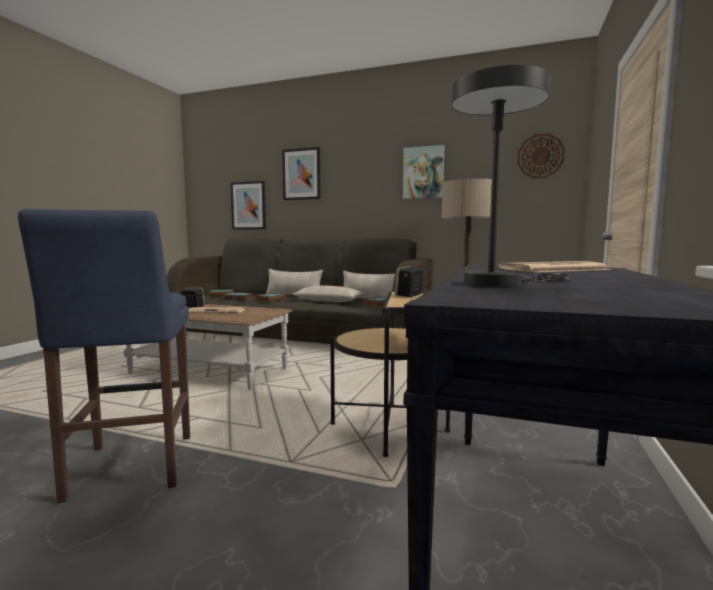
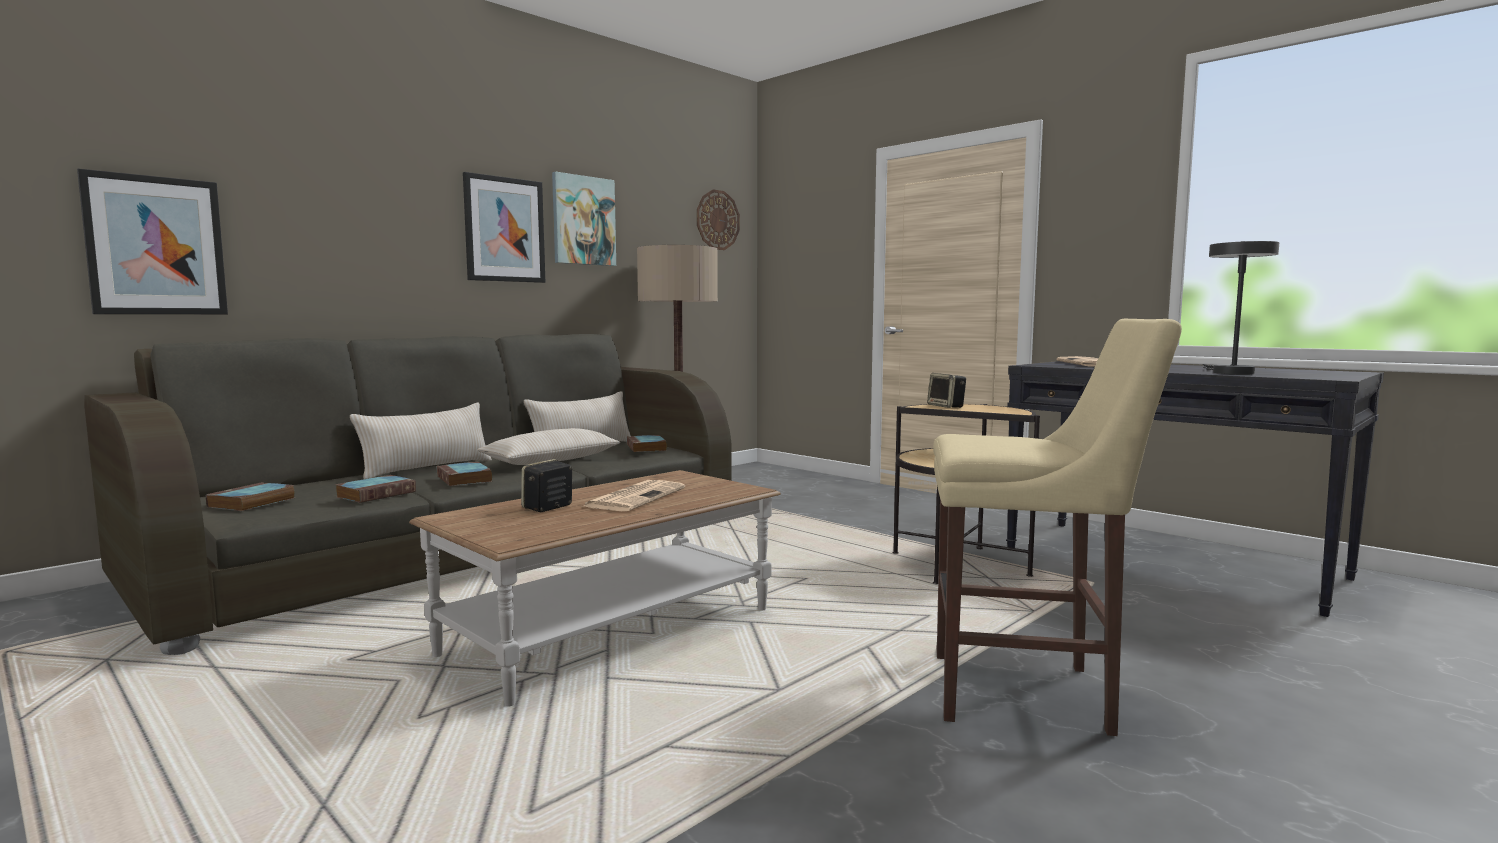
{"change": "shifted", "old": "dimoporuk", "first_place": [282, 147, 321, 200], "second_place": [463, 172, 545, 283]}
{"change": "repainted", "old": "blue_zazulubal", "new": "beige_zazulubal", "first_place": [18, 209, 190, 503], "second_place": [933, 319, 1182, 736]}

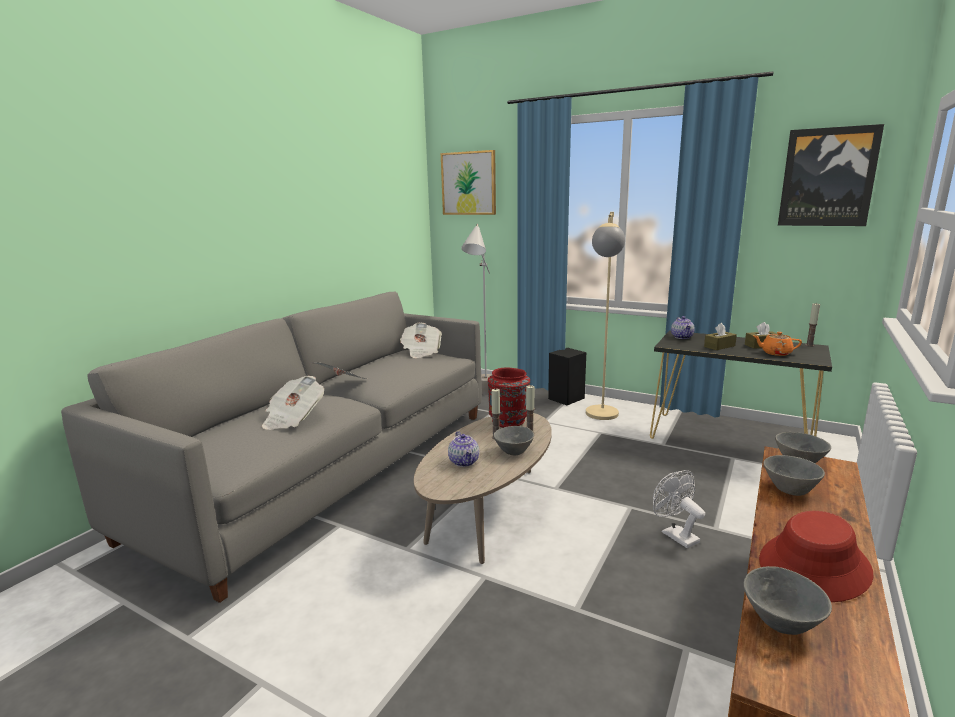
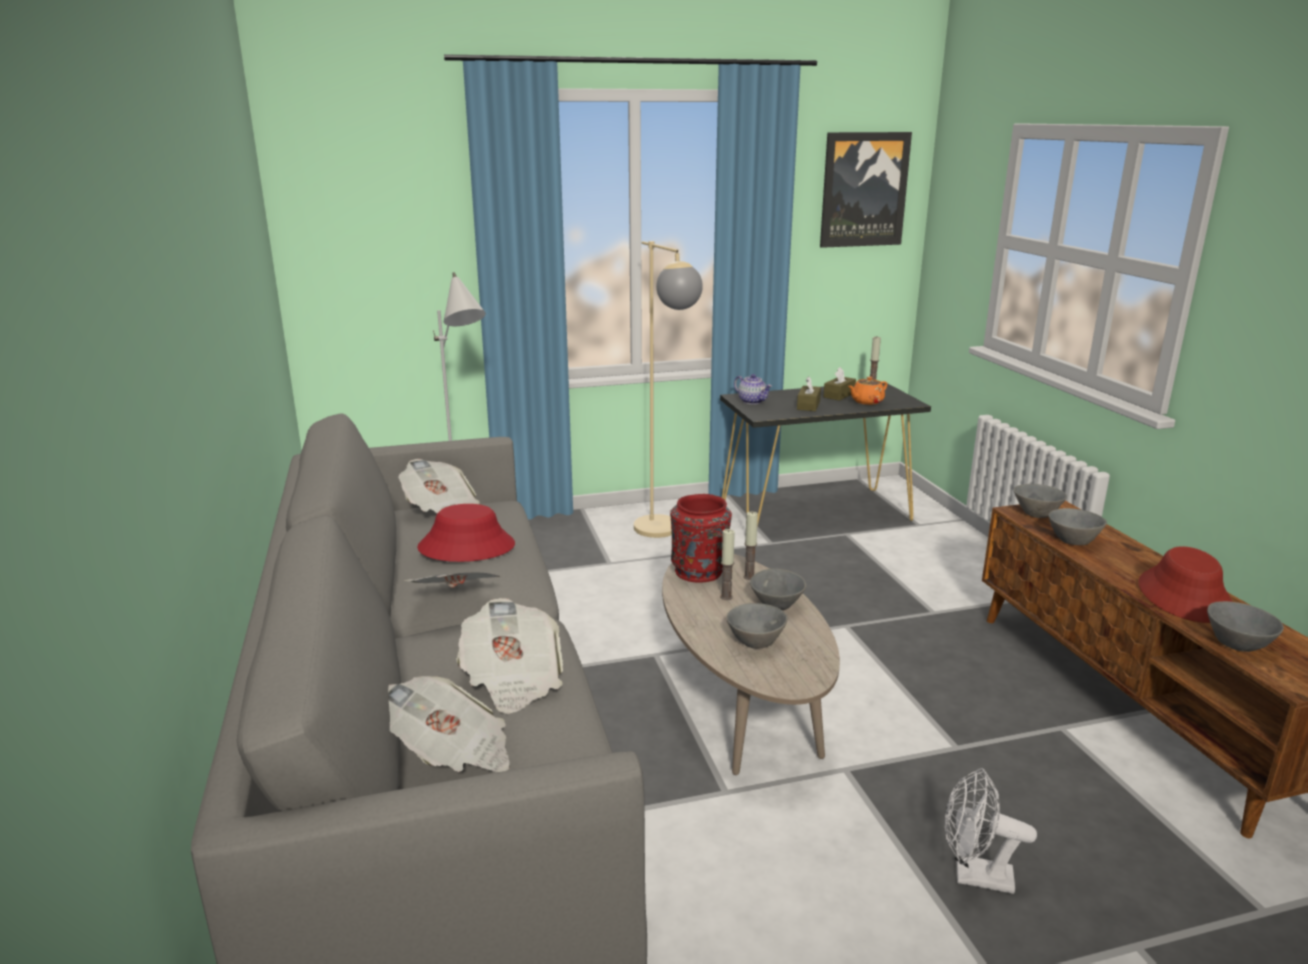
{"change": "gone", "old": "dimoporuk", "first_place": [441, 150, 496, 215]}
{"change": "gone", "old": "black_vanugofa", "first_place": [548, 348, 586, 405]}
{"change": "swapped", "old": "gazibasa", "new": "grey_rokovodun", "first_place": [448, 431, 479, 467], "second_place": [727, 603, 788, 649]}
{"change": "shifted", "old": "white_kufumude", "first_place": [653, 470, 705, 548], "second_place": [945, 768, 1037, 894]}
{"change": "new", "new": "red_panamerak", "second_place": [417, 504, 515, 562]}
{"change": "new", "new": "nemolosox", "second_place": [388, 676, 509, 772]}

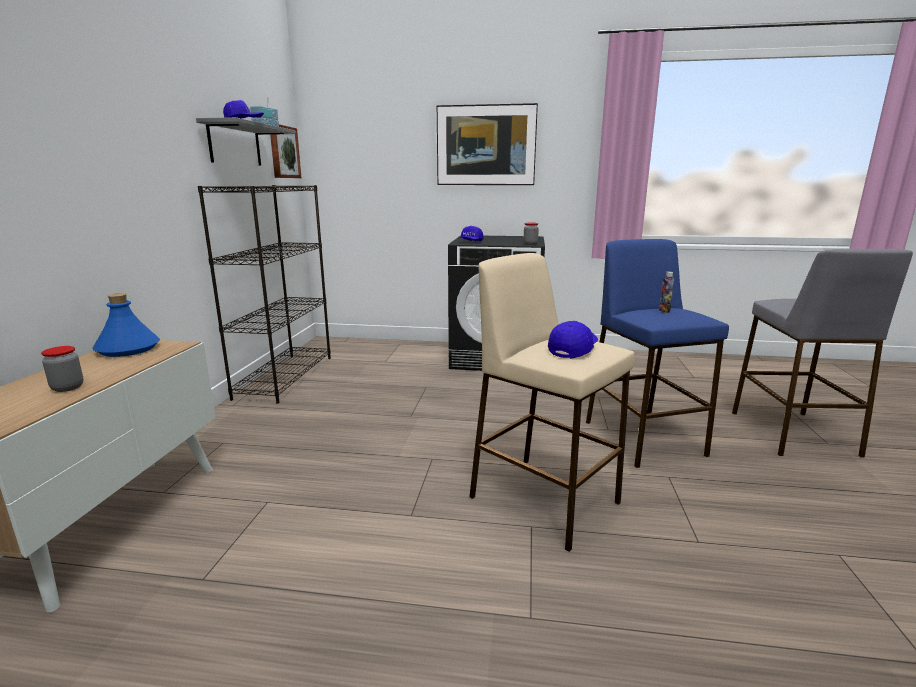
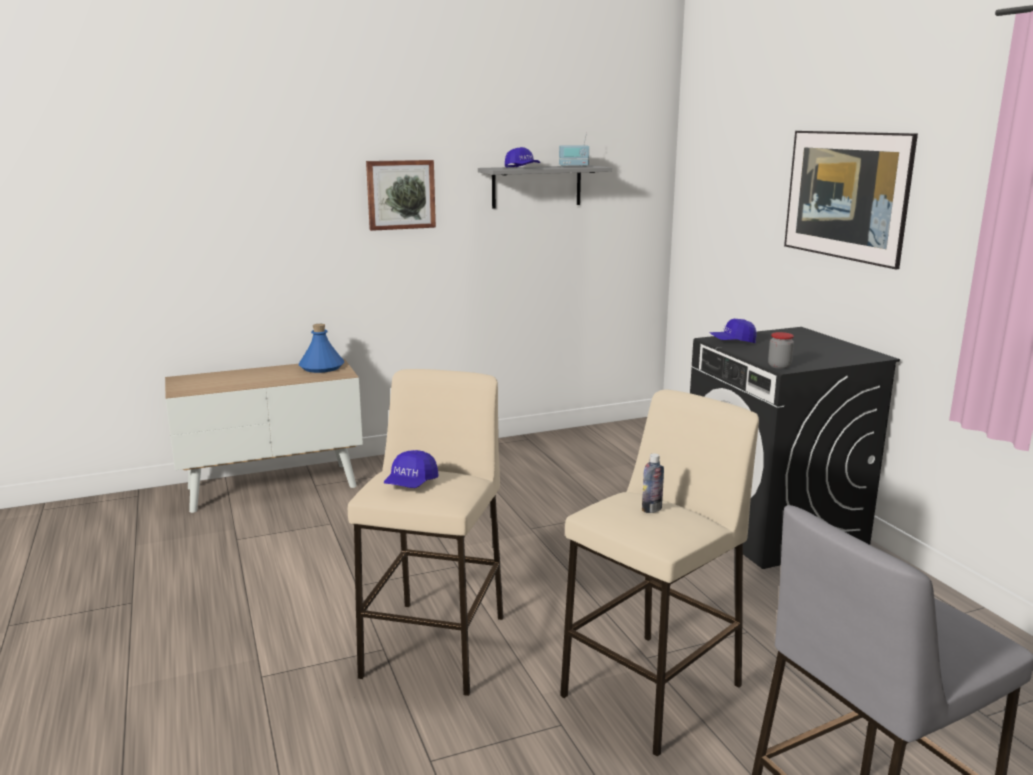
{"change": "shifted", "old": "dimoporuk", "first_place": [270, 124, 301, 178], "second_place": [366, 160, 436, 231]}
{"change": "gone", "old": "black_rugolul", "first_place": [198, 185, 331, 404]}
{"change": "repainted", "old": "blue_zazulubal", "new": "beige_zazulubal", "first_place": [586, 239, 729, 468], "second_place": [560, 389, 759, 757]}
{"change": "rotated", "old": "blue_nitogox", "first_place": [548, 321, 598, 359], "second_place": [383, 450, 439, 488], "degrees": 105}
{"change": "gone", "old": "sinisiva", "first_place": [41, 346, 83, 392]}

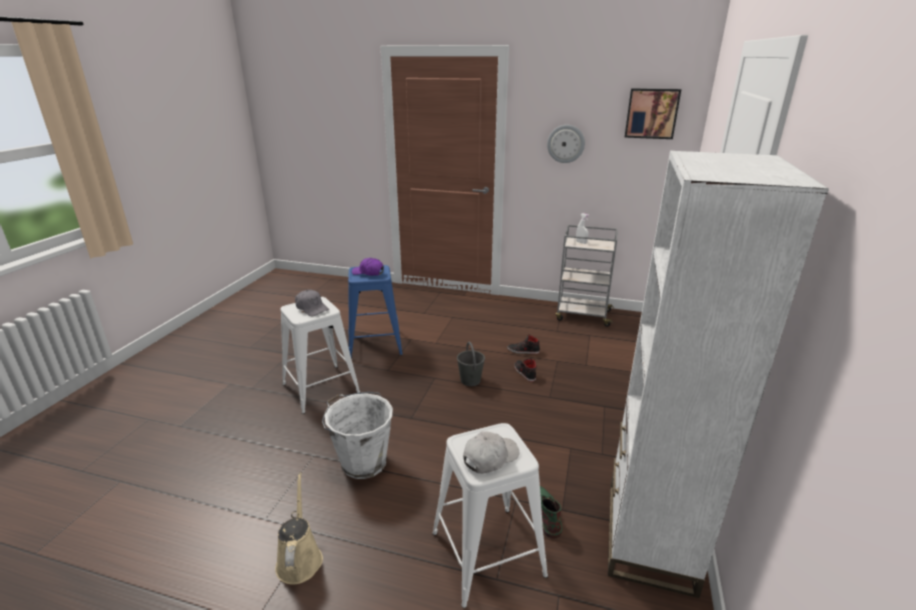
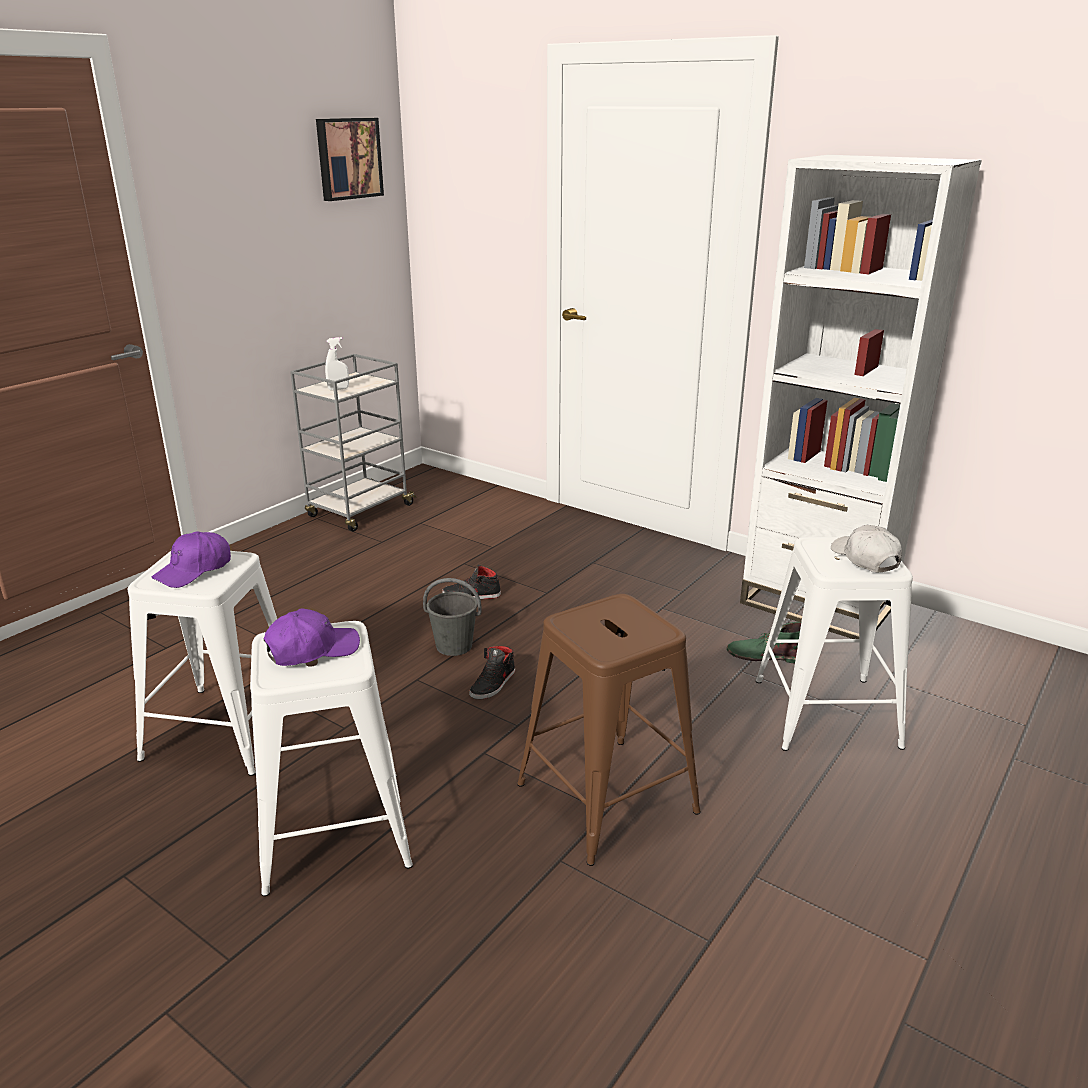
{"change": "gone", "old": "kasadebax", "first_place": [547, 125, 585, 163]}
{"change": "repainted", "old": "blue_zazulubal", "new": "white_zazulubal", "first_place": [348, 265, 403, 359], "second_place": [127, 551, 277, 776]}
{"change": "repainted", "old": "grey_nitogox", "new": "purple_nitogox", "first_place": [295, 290, 329, 316], "second_place": [264, 608, 360, 666]}
{"change": "shifted", "old": "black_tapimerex", "first_place": [507, 334, 540, 354], "second_place": [469, 646, 515, 700]}
{"change": "swapped", "old": "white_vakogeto", "new": "brown_zazulubal", "first_place": [322, 392, 393, 479], "second_place": [517, 594, 701, 866]}
{"change": "gone", "old": "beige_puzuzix", "first_place": [275, 472, 323, 585]}

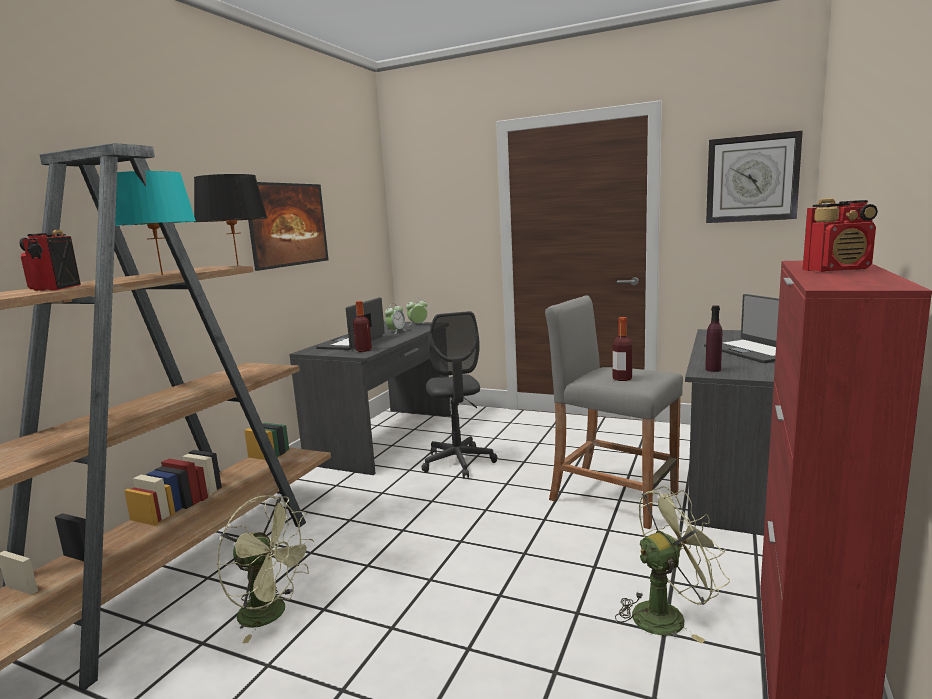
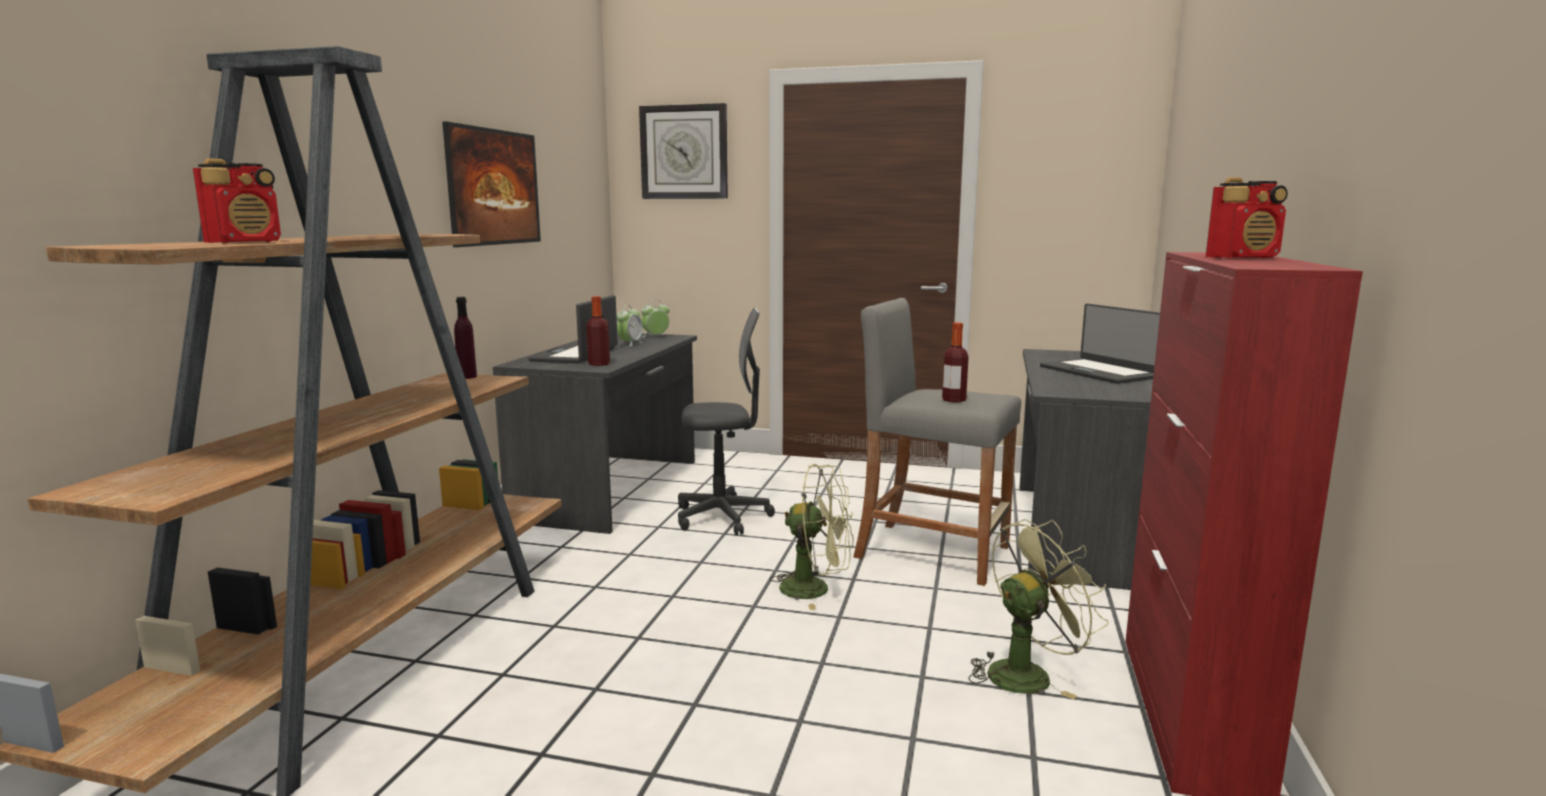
{"change": "shifted", "old": "kasadebax", "first_place": [706, 131, 803, 223], "second_place": [639, 103, 728, 199]}
{"change": "gone", "old": "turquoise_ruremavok", "first_place": [115, 171, 196, 275]}
{"change": "gone", "old": "black_ruremavok", "first_place": [194, 174, 267, 266]}
{"change": "rotated", "old": "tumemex", "first_place": [20, 230, 81, 291], "second_place": [193, 158, 281, 243], "degrees": -135}
{"change": "shifted", "old": "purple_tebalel", "first_place": [705, 305, 722, 372], "second_place": [454, 297, 477, 379]}
{"change": "rotated", "old": "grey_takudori", "first_place": [421, 311, 497, 478], "second_place": [678, 308, 775, 535], "degrees": -75}
{"change": "shifted", "old": "green_kufumude", "first_place": [217, 496, 314, 643], "second_place": [769, 464, 853, 610]}

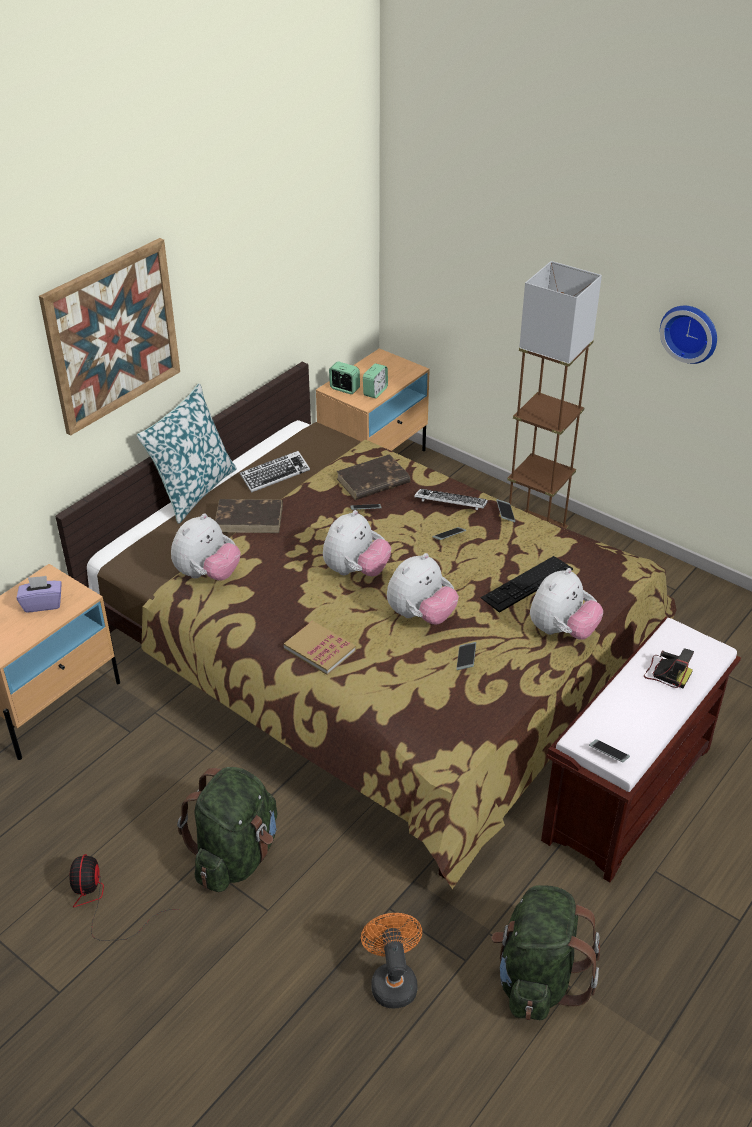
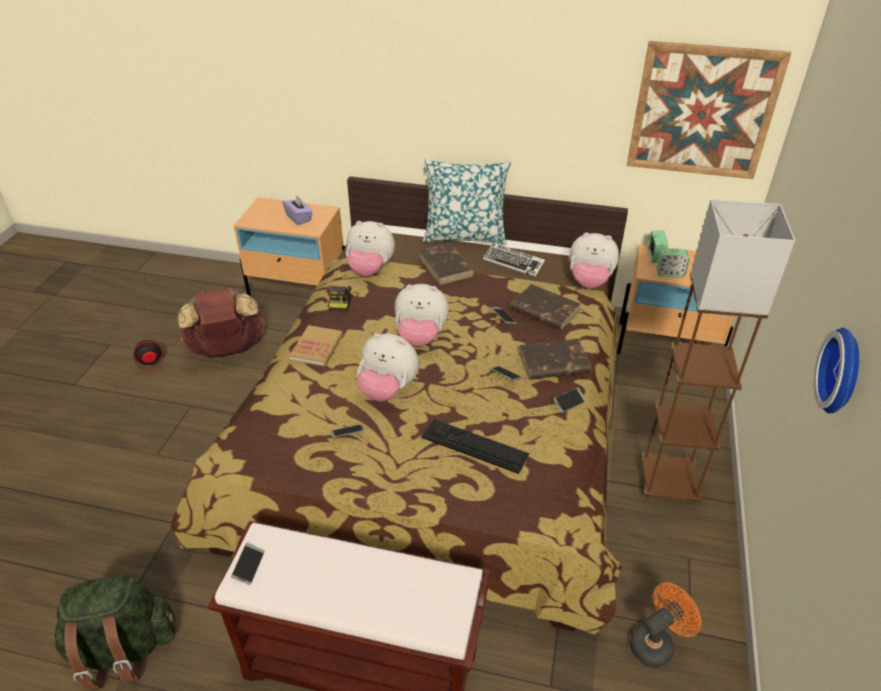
{"change": "shifted", "old": "dimoporuk", "first_place": [39, 238, 180, 436], "second_place": [627, 41, 791, 179]}
{"change": "swapped", "old": "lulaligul", "new": "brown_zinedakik", "first_place": [414, 489, 488, 510], "second_place": [518, 339, 592, 380]}
{"change": "shifted", "old": "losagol", "first_place": [530, 568, 603, 640], "second_place": [569, 232, 619, 289]}
{"change": "shifted", "old": "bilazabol", "first_place": [644, 648, 694, 688], "second_place": [327, 285, 359, 311]}
{"change": "gone", "old": "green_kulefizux", "first_place": [177, 767, 277, 892]}
{"change": "shifted", "old": "orange_kufumude", "first_place": [361, 913, 422, 1008], "second_place": [630, 582, 701, 668]}
{"change": "new", "new": "brown_kulefizux", "second_place": [177, 288, 265, 358]}

